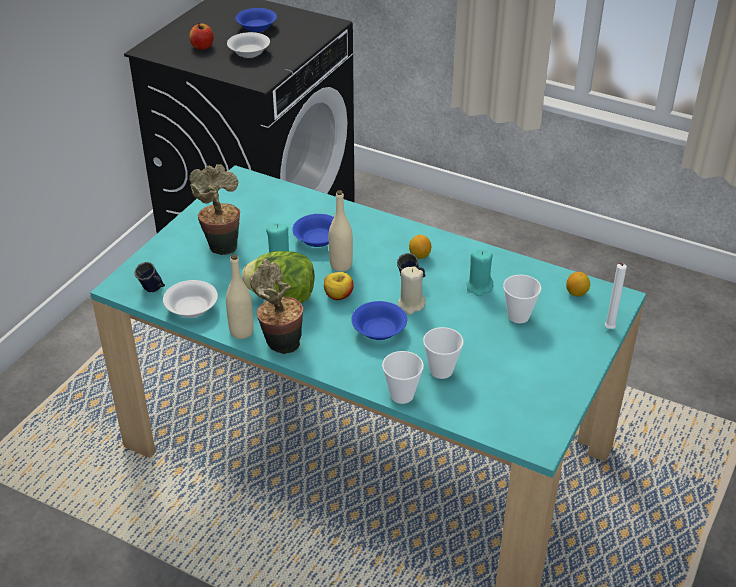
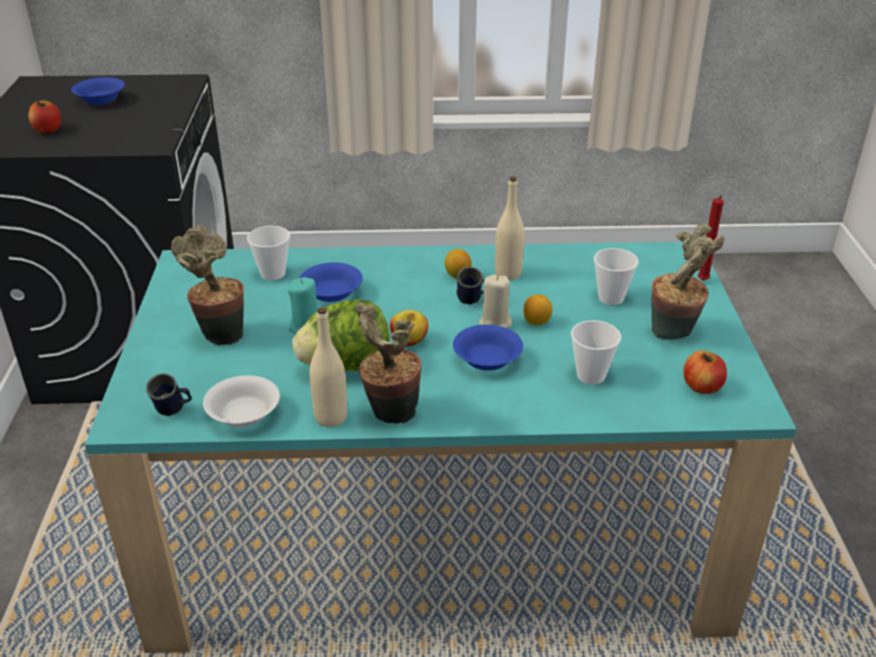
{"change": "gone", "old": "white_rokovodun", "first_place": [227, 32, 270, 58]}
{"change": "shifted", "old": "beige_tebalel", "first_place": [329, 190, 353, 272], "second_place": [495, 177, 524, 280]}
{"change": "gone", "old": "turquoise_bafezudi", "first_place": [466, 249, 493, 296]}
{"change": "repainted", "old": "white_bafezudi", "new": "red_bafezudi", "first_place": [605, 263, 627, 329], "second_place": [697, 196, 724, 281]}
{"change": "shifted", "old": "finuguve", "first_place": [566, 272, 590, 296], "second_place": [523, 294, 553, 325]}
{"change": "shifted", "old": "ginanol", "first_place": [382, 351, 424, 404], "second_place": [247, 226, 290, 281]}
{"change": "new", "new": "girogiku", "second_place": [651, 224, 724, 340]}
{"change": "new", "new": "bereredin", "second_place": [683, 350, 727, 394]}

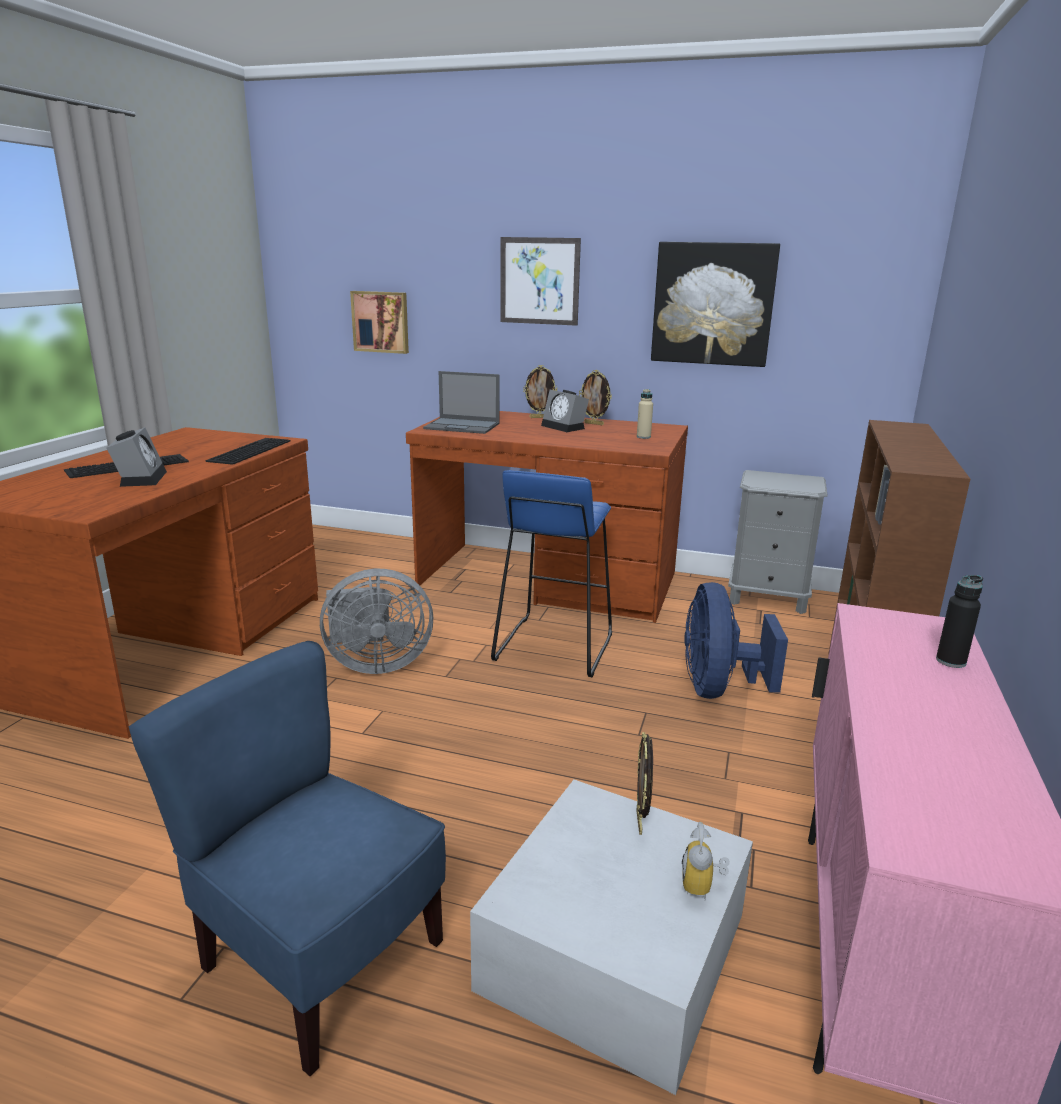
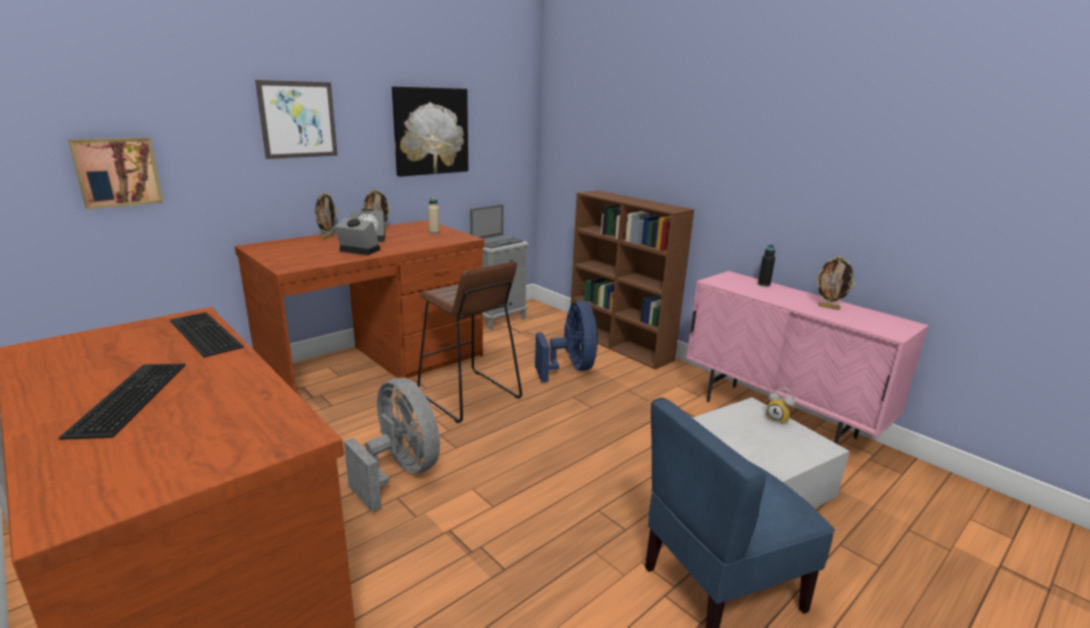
{"change": "shifted", "old": "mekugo", "first_place": [423, 371, 500, 434], "second_place": [470, 205, 523, 249]}
{"change": "shifted", "old": "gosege", "first_place": [107, 427, 167, 487], "second_place": [335, 218, 380, 255]}
{"change": "repainted", "old": "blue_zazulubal", "new": "brown_zazulubal", "first_place": [491, 470, 612, 677], "second_place": [417, 261, 522, 423]}
{"change": "rotated", "old": "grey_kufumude", "first_place": [320, 569, 433, 674], "second_place": [344, 378, 440, 512], "degrees": -60}
{"change": "rotated", "old": "blue_kufumude", "first_place": [684, 582, 788, 699], "second_place": [535, 301, 598, 382], "degrees": -135}
{"change": "shifted", "old": "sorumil", "first_place": [636, 732, 653, 835], "second_place": [816, 256, 855, 310]}

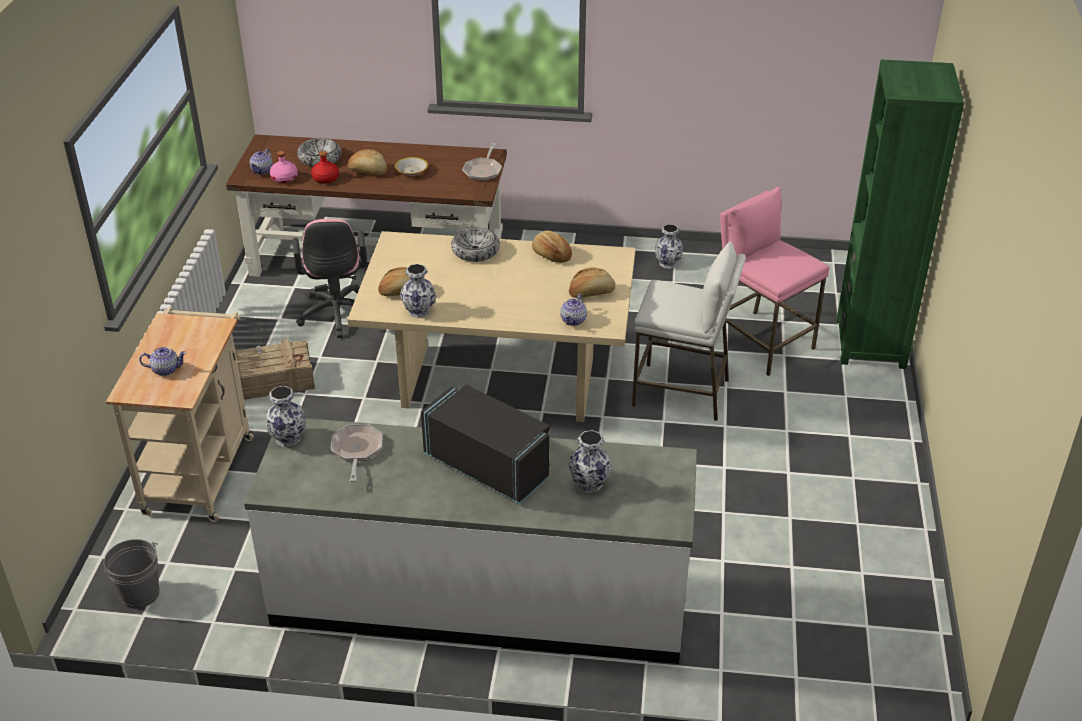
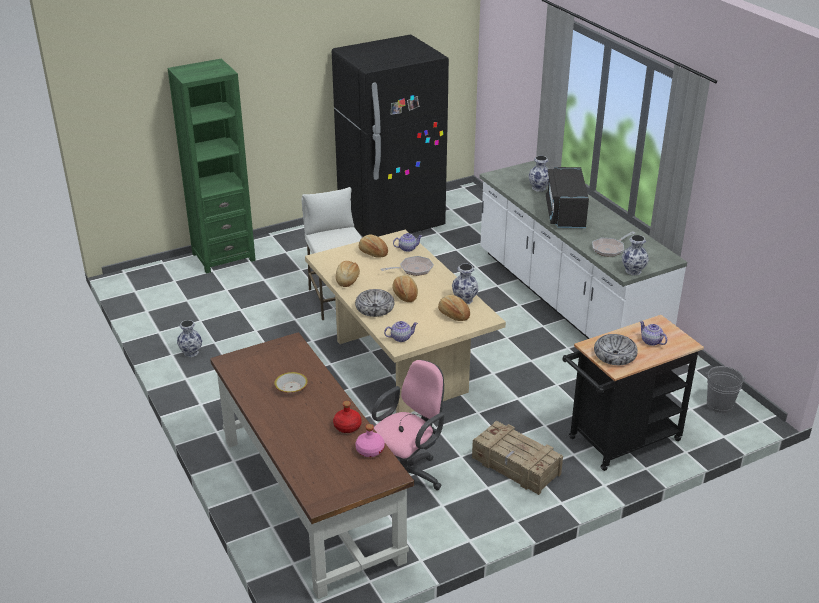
{"change": "shifted", "old": "rokovodun", "first_place": [297, 138, 341, 167], "second_place": [594, 334, 638, 365]}
{"change": "shifted", "old": "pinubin", "first_place": [462, 143, 502, 181], "second_place": [381, 256, 434, 276]}
{"change": "shifted", "old": "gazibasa", "first_place": [250, 149, 273, 175], "second_place": [384, 321, 418, 342]}
{"change": "shifted", "old": "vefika", "first_place": [348, 149, 388, 175], "second_place": [392, 275, 418, 302]}
{"change": "gone", "old": "pink_zazulubal", "first_place": [720, 187, 830, 376]}
{"change": "repainted", "old": "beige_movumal", "new": "black_movumal", "first_place": [106, 307, 254, 522], "second_place": [562, 315, 704, 471]}
{"change": "new", "new": "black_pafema", "second_place": [332, 35, 449, 237]}

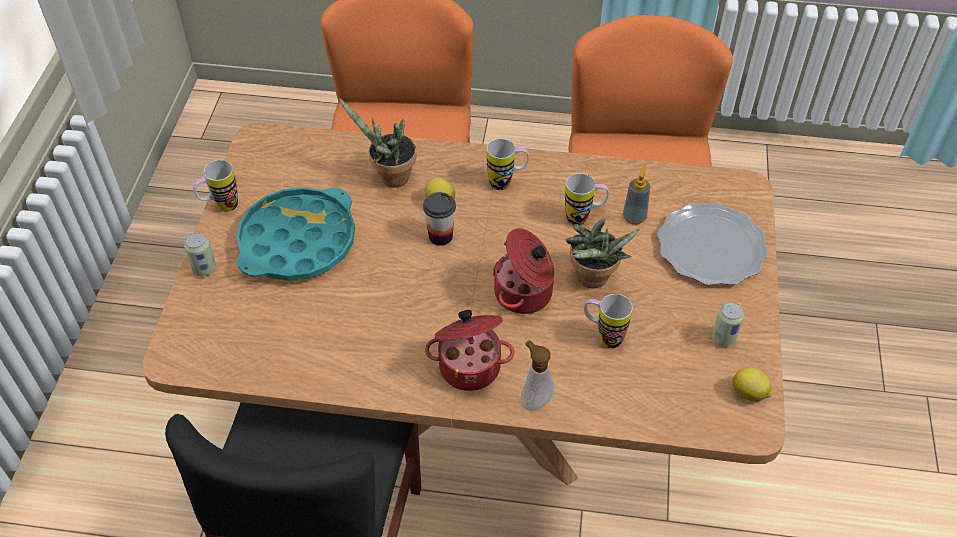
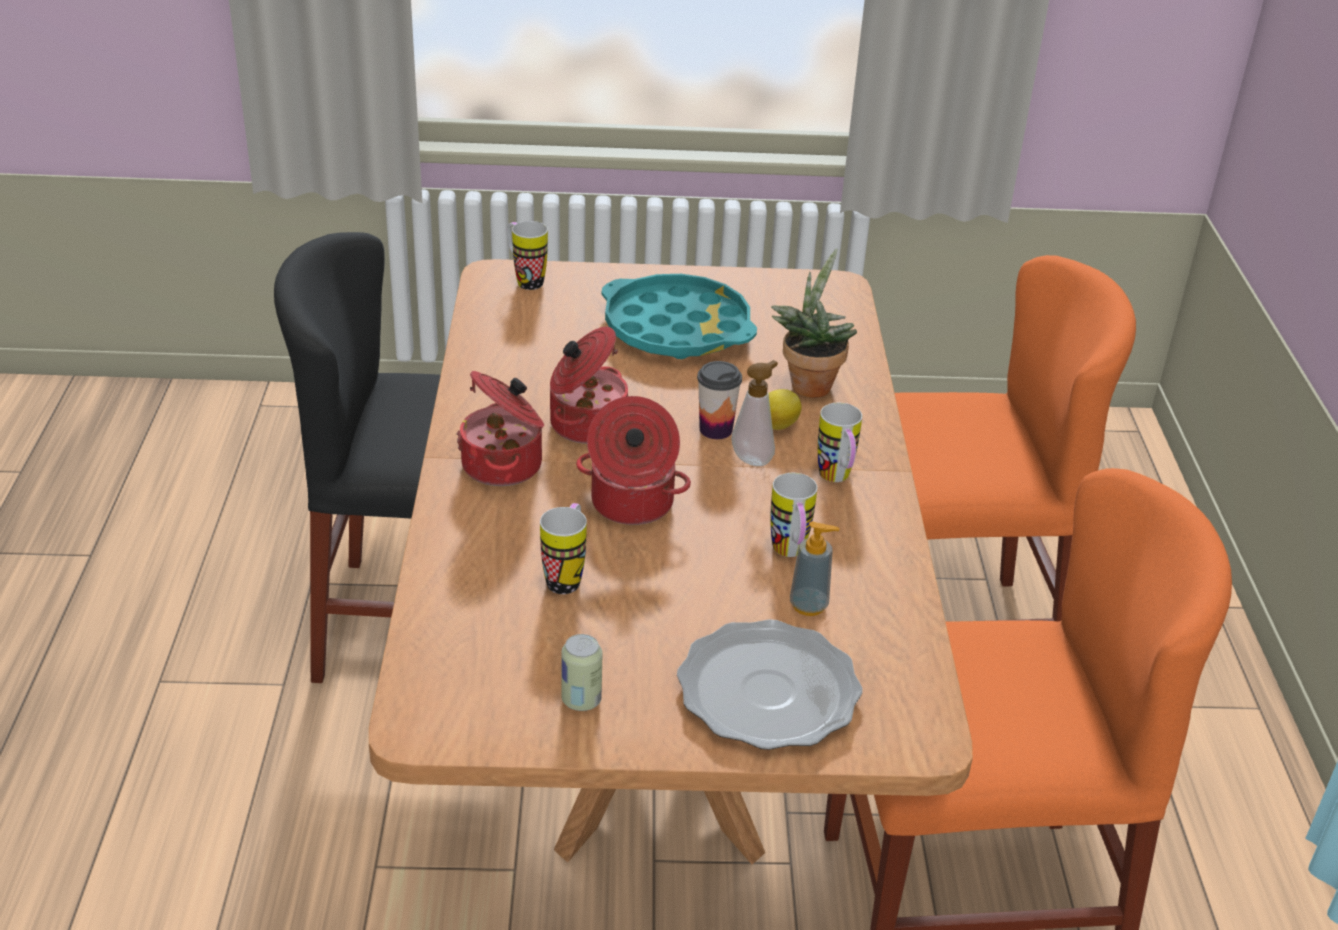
{"change": "shifted", "old": "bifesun", "first_place": [193, 160, 238, 212], "second_place": [507, 221, 548, 290]}
{"change": "gone", "old": "girogiku", "first_place": [565, 218, 640, 288]}
{"change": "gone", "old": "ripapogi", "first_place": [184, 233, 216, 276]}
{"change": "shifted", "old": "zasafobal", "first_place": [520, 340, 555, 411], "second_place": [731, 360, 778, 466]}
{"change": "gone", "old": "finuguve", "first_place": [733, 367, 772, 402]}
{"change": "new", "new": "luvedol", "second_place": [550, 327, 628, 444]}

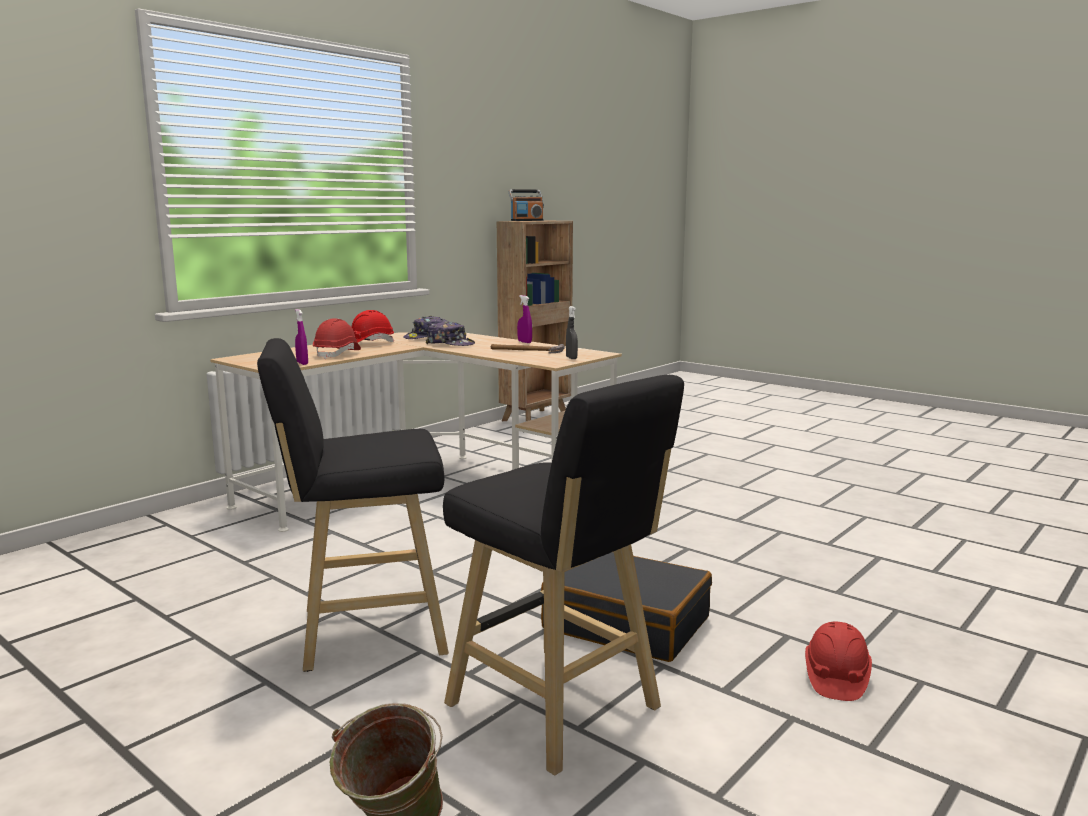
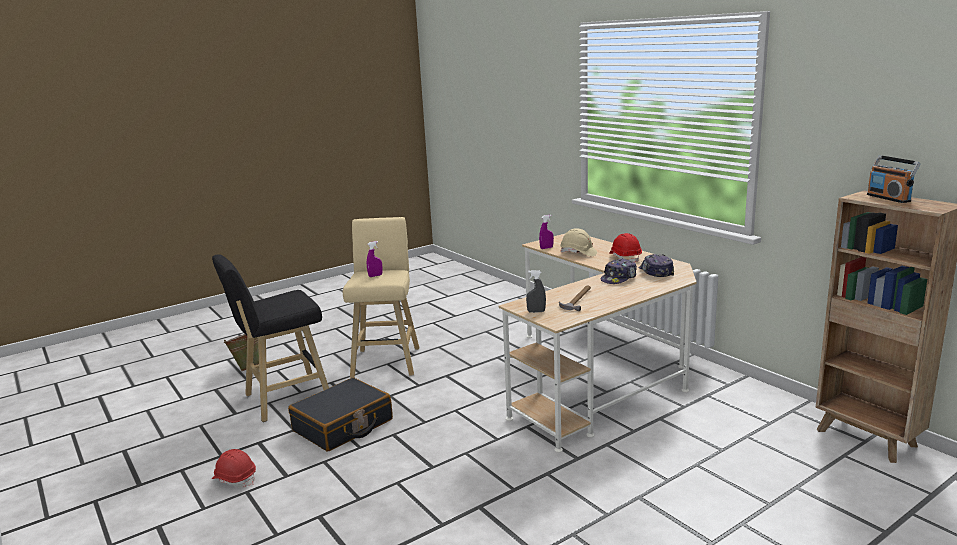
{"change": "shifted", "old": "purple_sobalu", "first_place": [517, 295, 532, 343], "second_place": [367, 241, 383, 277]}
{"change": "repainted", "old": "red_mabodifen", "new": "beige_mabodifen", "first_place": [313, 319, 361, 359], "second_place": [560, 228, 597, 256]}
{"change": "repainted", "old": "black_zazulubal", "new": "beige_zazulubal", "first_place": [257, 338, 449, 672], "second_place": [343, 217, 419, 378]}

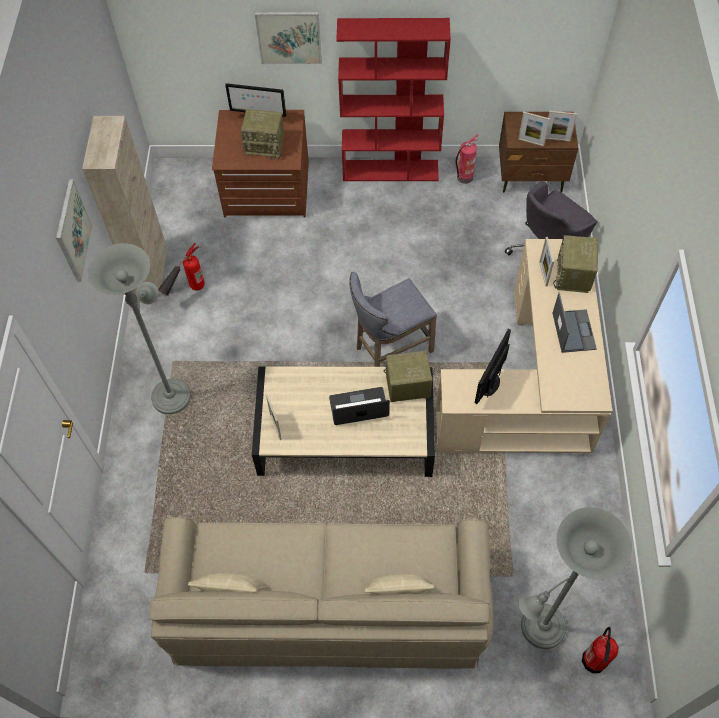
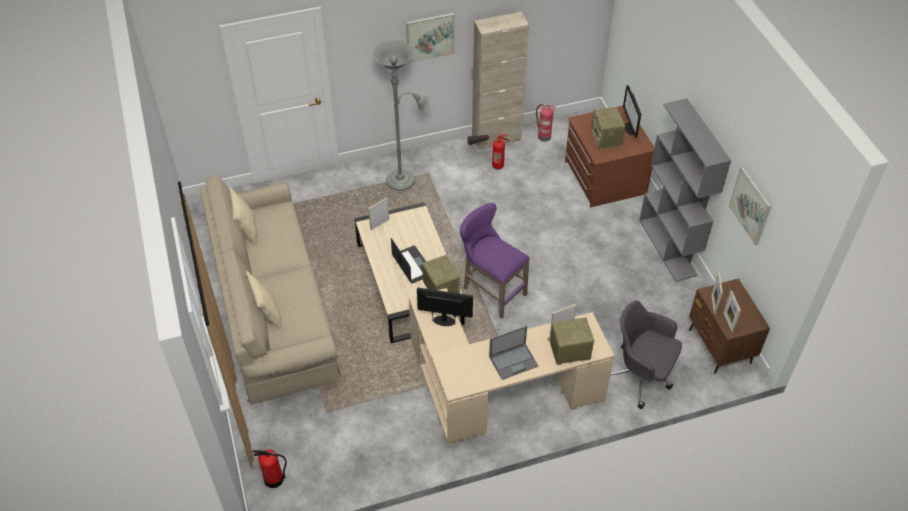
{"change": "shifted", "old": "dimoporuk", "first_place": [255, 12, 322, 64], "second_place": [729, 167, 771, 245]}
{"change": "repainted", "old": "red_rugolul", "new": "grey_rugolul", "first_place": [336, 18, 451, 181], "second_place": [639, 98, 731, 282]}
{"change": "shifted", "old": "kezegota", "first_place": [456, 134, 479, 184], "second_place": [536, 104, 555, 141]}
{"change": "repainted", "old": "grey_zazulubal", "new": "purple_zazulubal", "first_place": [349, 272, 437, 367], "second_place": [460, 203, 530, 319]}
{"change": "gone", "old": "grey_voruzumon", "first_place": [519, 507, 632, 649]}

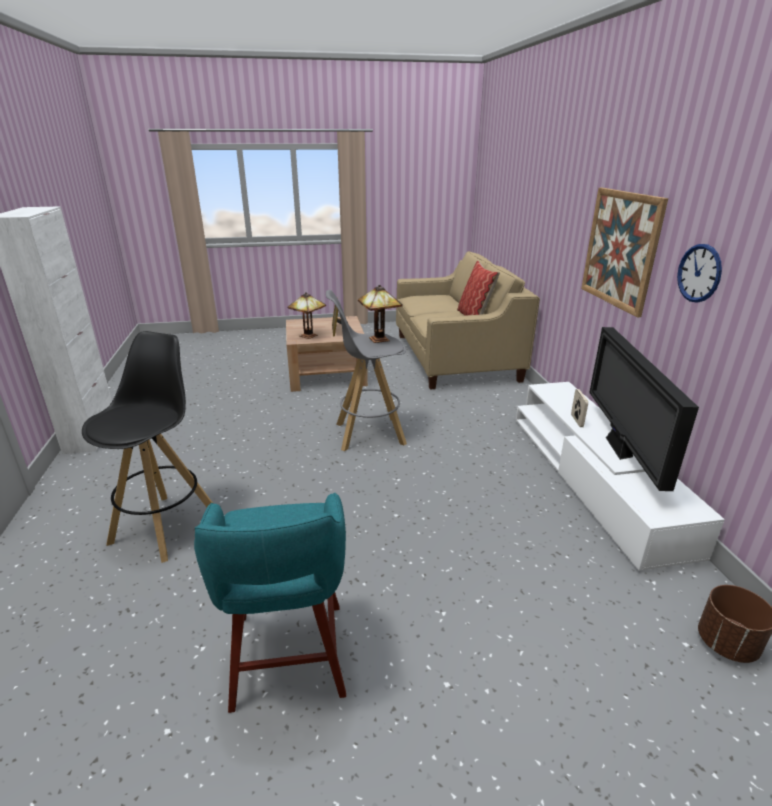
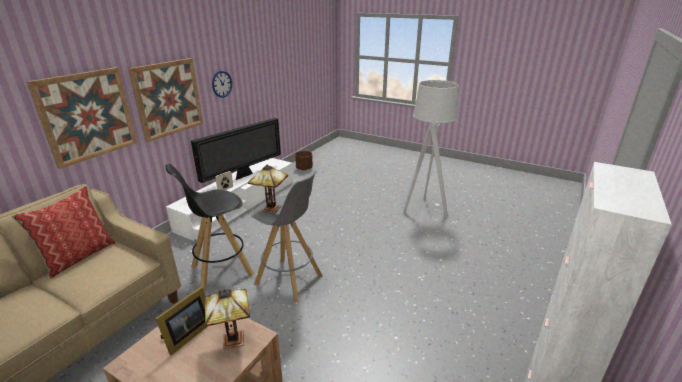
{"change": "shifted", "old": "black_zazulubal", "first_place": [82, 331, 214, 563], "second_place": [165, 164, 254, 291]}
{"change": "swapped", "old": "turquoise_zazulubal", "new": "grey_voruzumon", "first_place": [194, 492, 346, 713], "second_place": [402, 80, 459, 217]}
{"change": "new", "new": "dimoporuk", "second_place": [27, 67, 137, 169]}

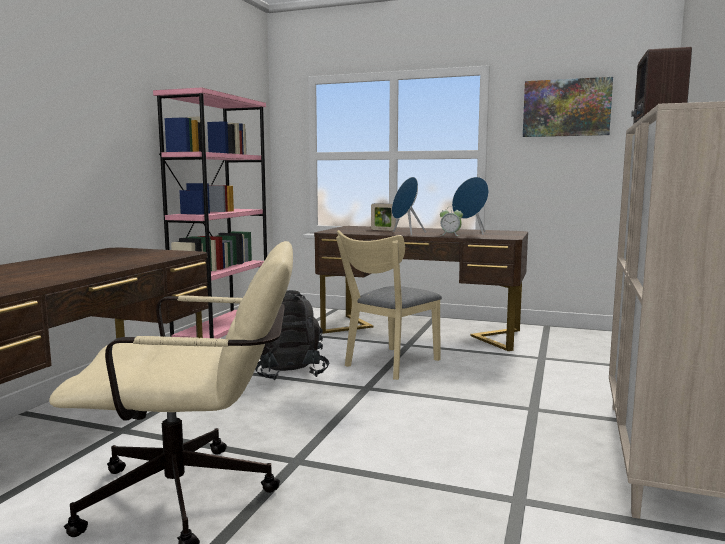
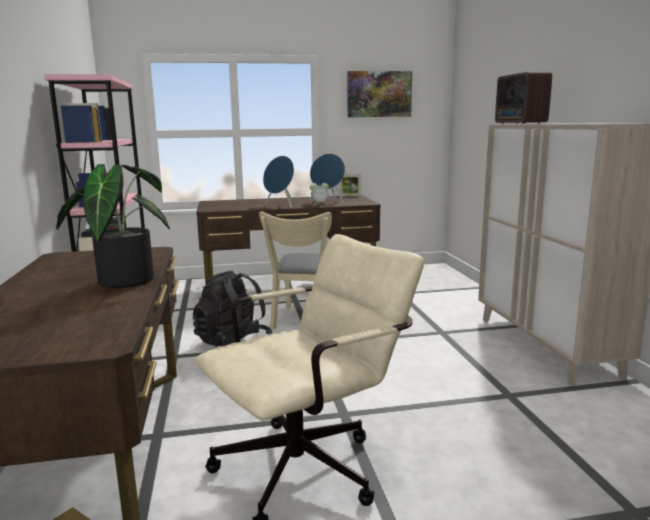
{"change": "shifted", "old": "sorumil", "first_place": [371, 203, 396, 231], "second_place": [339, 174, 361, 196]}
{"change": "new", "new": "girogiku", "second_place": [56, 164, 170, 288]}

